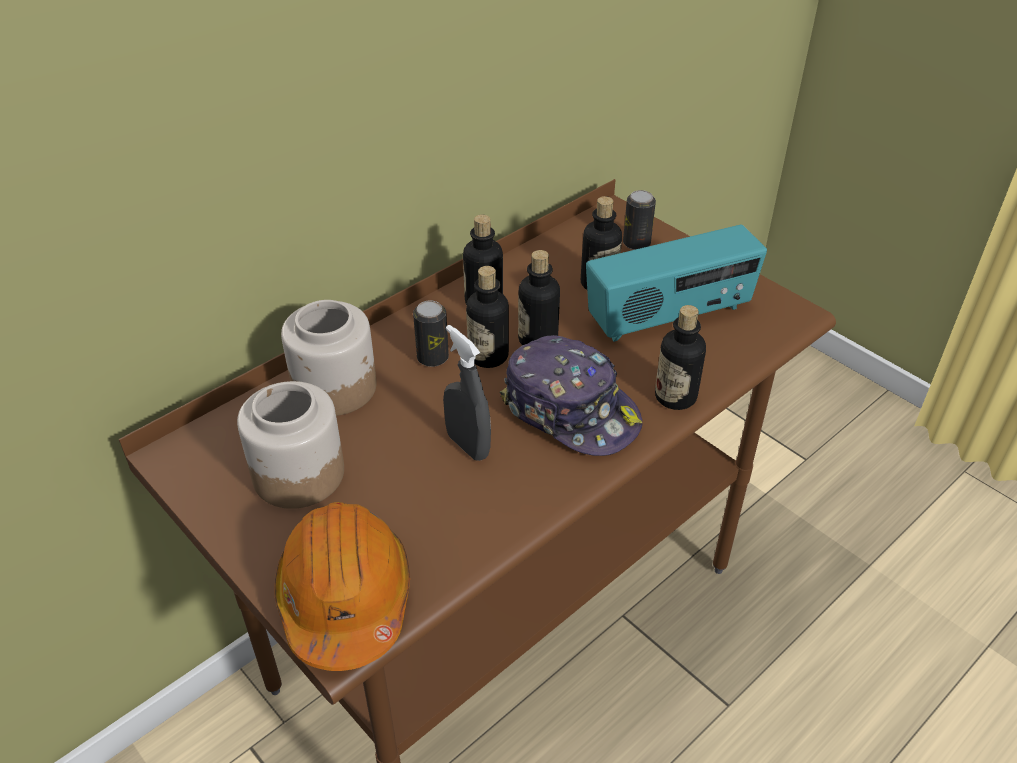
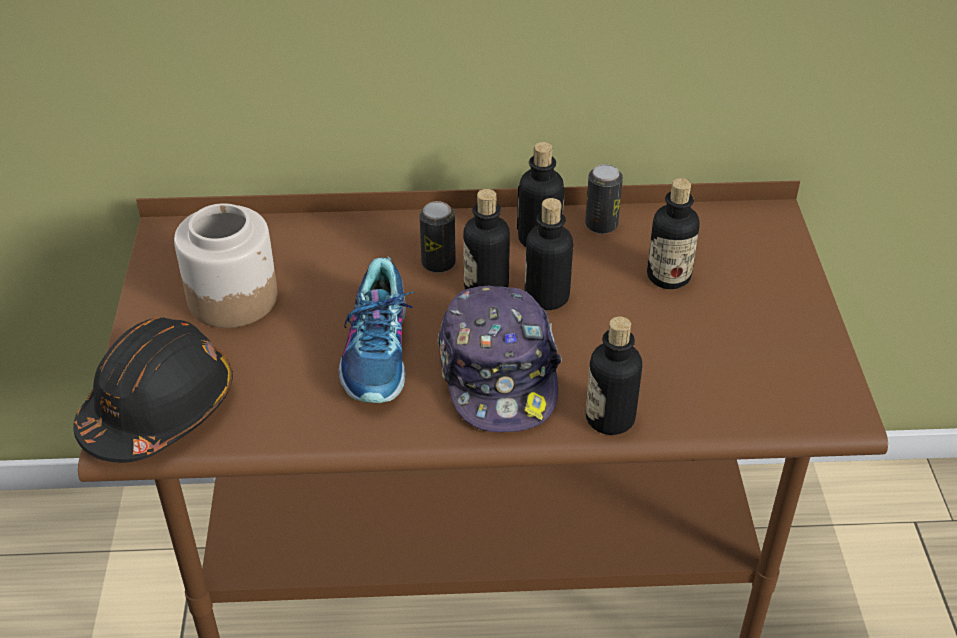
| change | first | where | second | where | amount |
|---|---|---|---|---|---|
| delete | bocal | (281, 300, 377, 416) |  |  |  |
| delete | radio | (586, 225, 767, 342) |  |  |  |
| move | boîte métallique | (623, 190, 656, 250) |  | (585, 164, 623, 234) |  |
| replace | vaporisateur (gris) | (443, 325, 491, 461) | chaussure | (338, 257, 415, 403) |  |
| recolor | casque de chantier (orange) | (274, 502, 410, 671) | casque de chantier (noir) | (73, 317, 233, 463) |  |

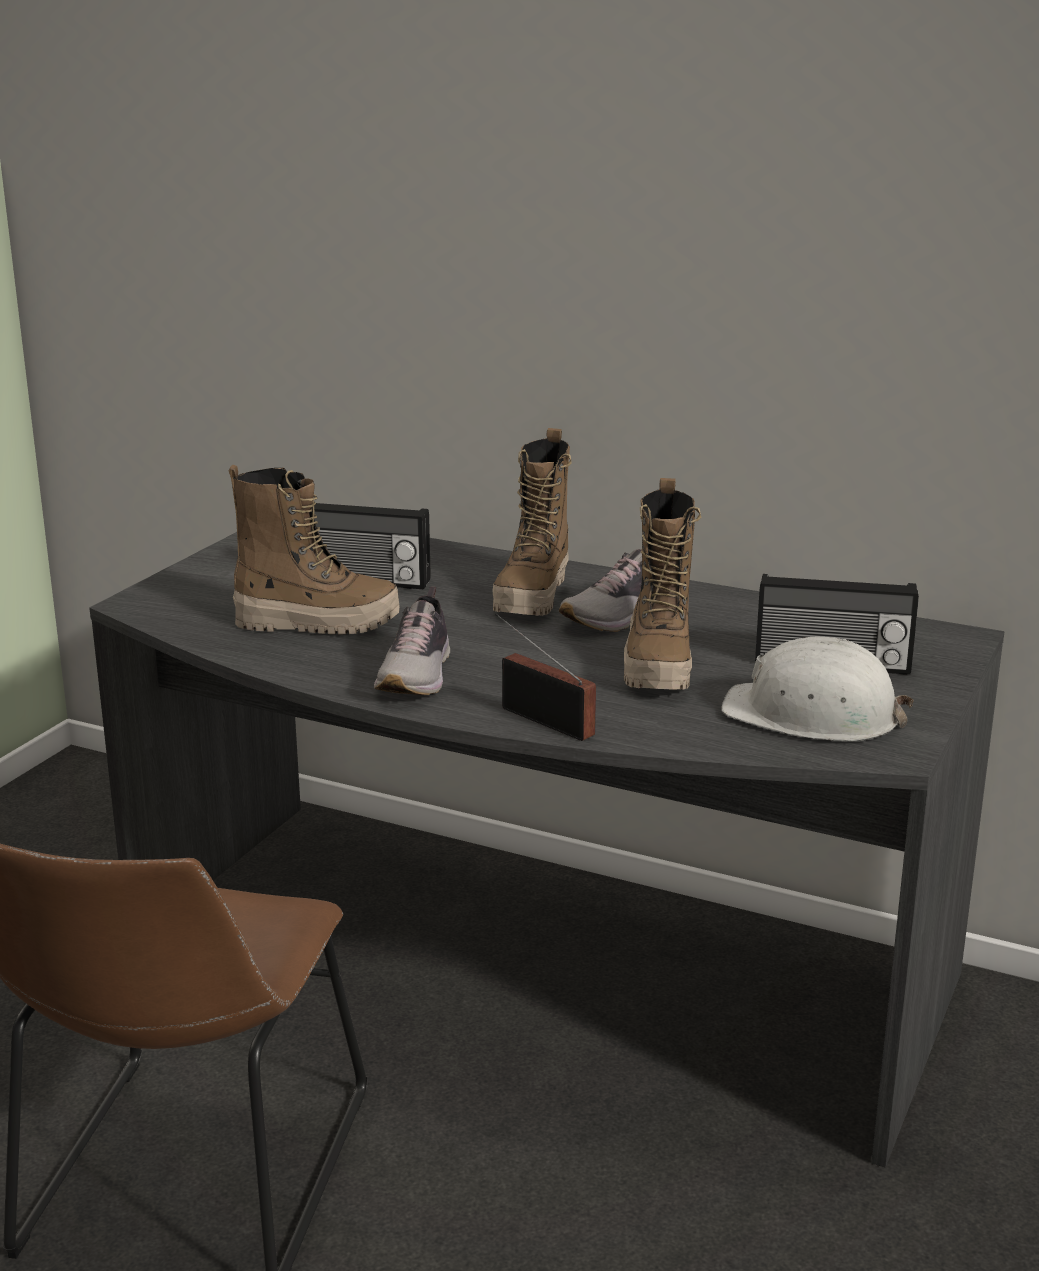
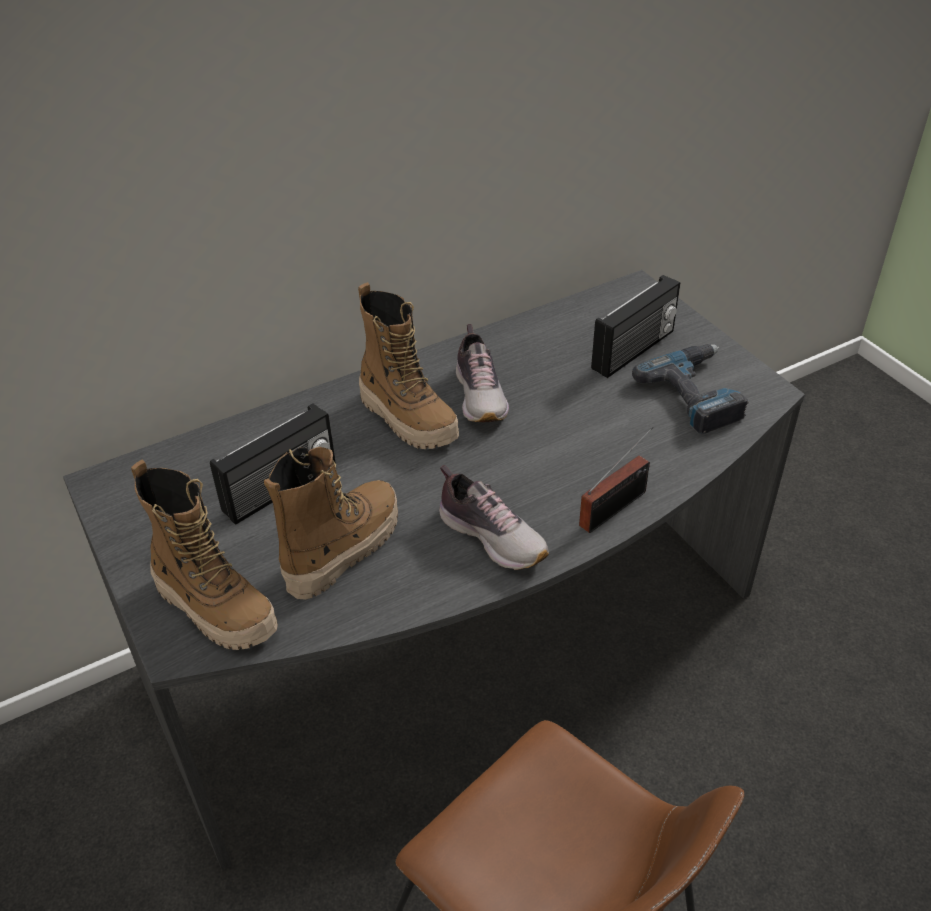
| change | first | where | second | where | amount |
|---|---|---|---|---|---|
| move | botte | (624, 478, 701, 690) |  | (131, 459, 278, 650) |  |
| replace | casque de chantier (blanc) | (721, 636, 915, 742) | perceuse | (632, 344, 749, 434) |  |
| rotate | radio | (495, 613, 596, 741) |  | (579, 427, 653, 533) | 150 degrees clockwise |

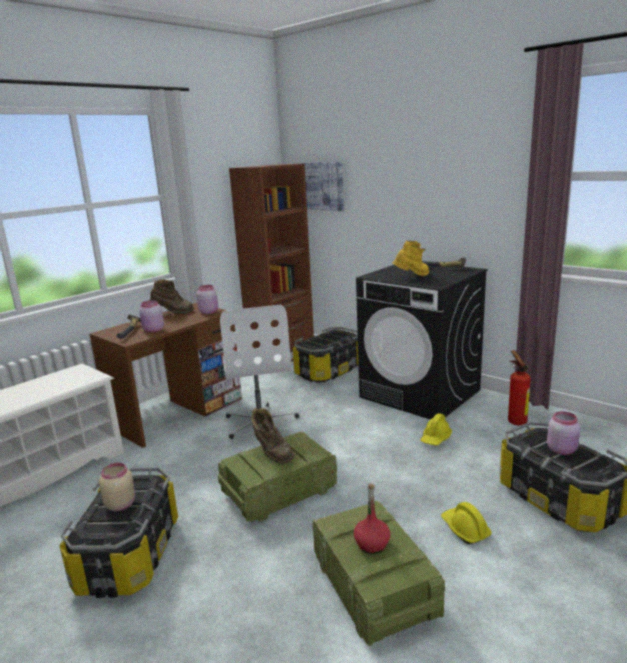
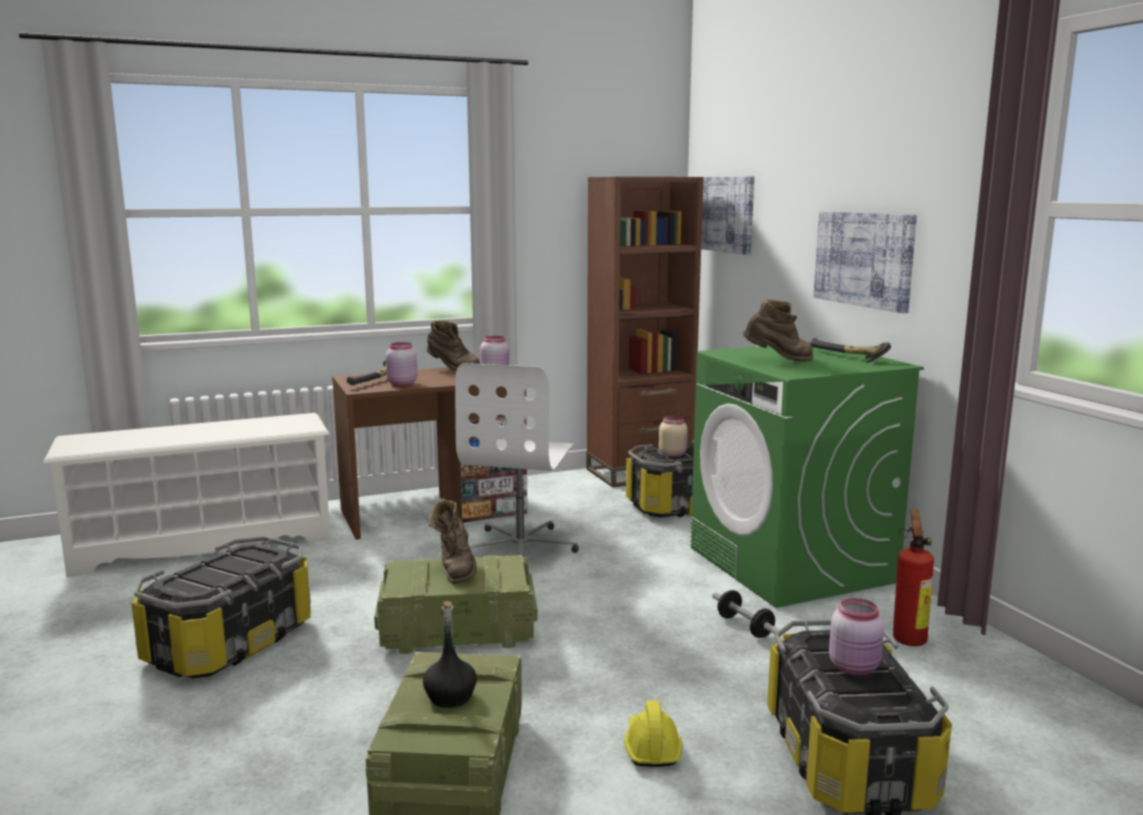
| change | first | where | second | where | amount |
|---|---|---|---|---|---|
| insert |  |  | tableau | (814, 211, 917, 313) |  |
| move | bocal (beige) | (99, 463, 136, 511) |  | (659, 416, 688, 457) |  |
| replace | casque de chantier (jaune) | (420, 413, 452, 445) | haltère | (712, 590, 780, 638) |  |
| recolor | bouteille (rouge) | (354, 484, 390, 554) | bouteille (noir) | (423, 601, 477, 708) |  |
| recolor | lave-linge (noir) | (356, 265, 488, 420) | lave-linge (vert) | (691, 342, 924, 608) |  |
| recolor | botte (jaune) | (393, 241, 429, 276) | botte (marron) | (743, 300, 814, 362) |  |

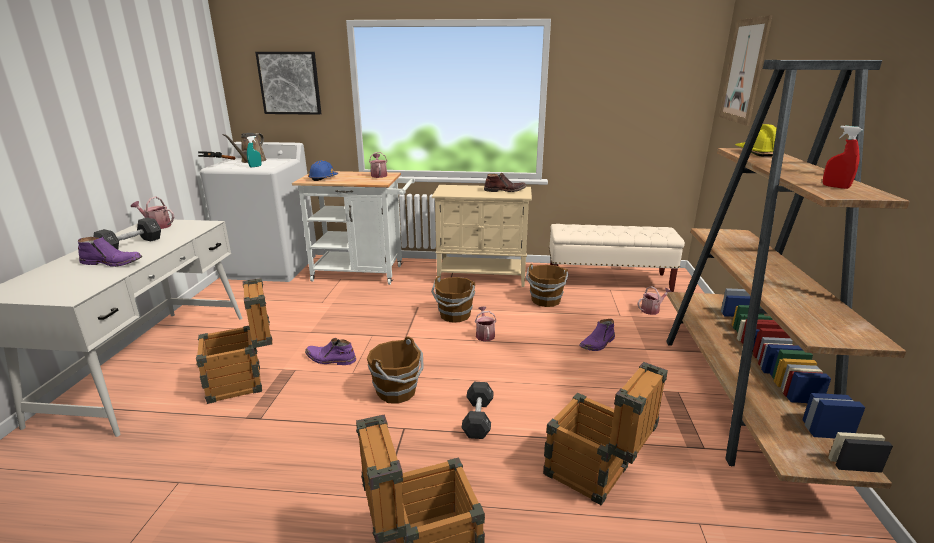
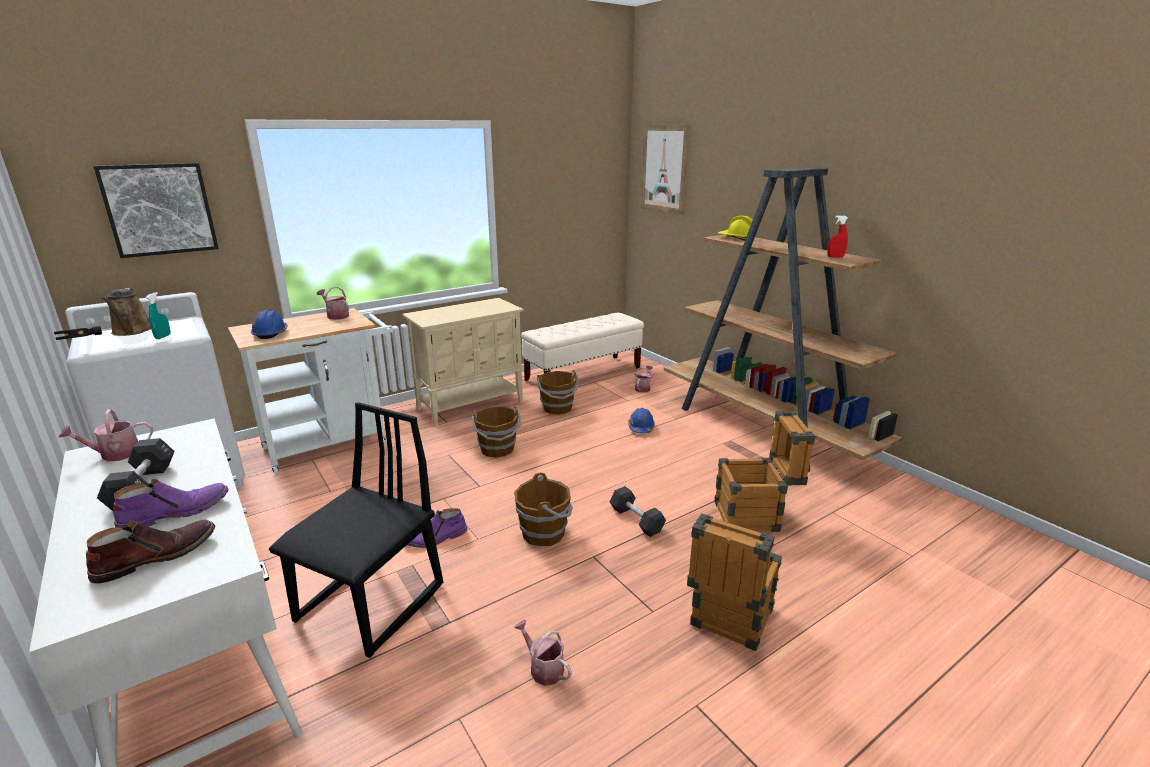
| change | first | where | second | where | amount |
|---|---|---|---|---|---|
| move | arrosoir | (475, 306, 496, 341) |  | (514, 620, 572, 686) |  |
| move | botte (marron) | (484, 173, 527, 192) |  | (86, 520, 215, 583) |  |
| replace | caisse | (196, 278, 272, 404) | chaise (noir) | (269, 402, 443, 658) |  |
| replace | botte (violet) | (579, 319, 615, 351) | casque de chantier (bleu) | (628, 408, 655, 433) |  |

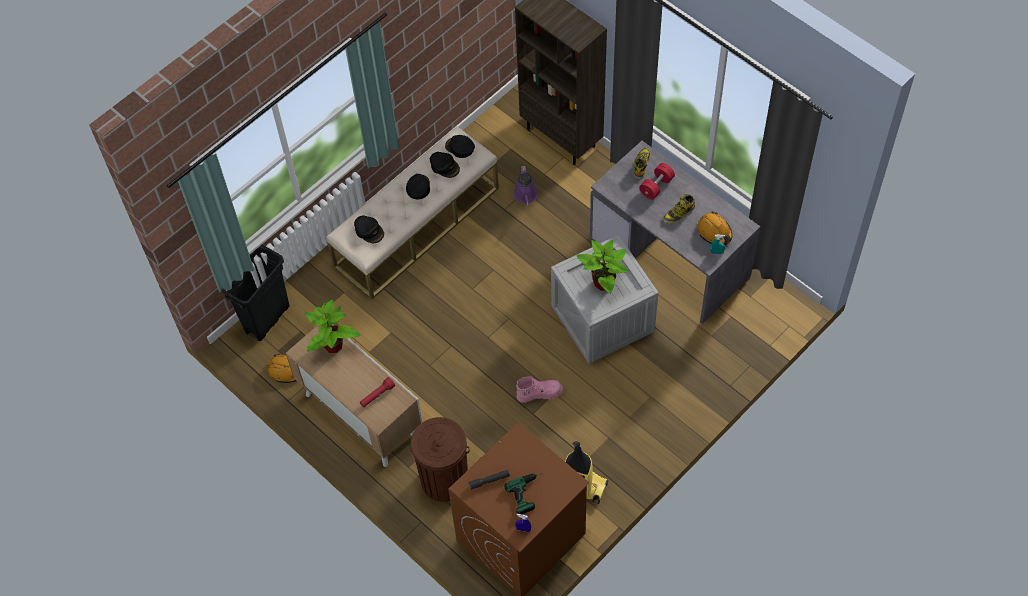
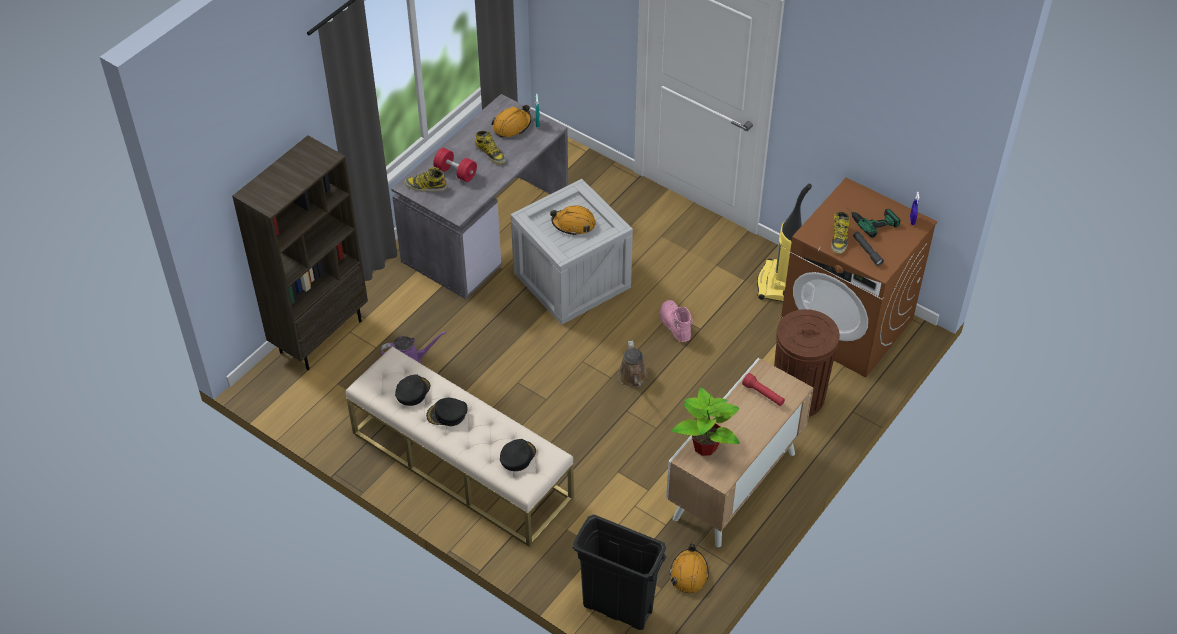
| change | first | where | second | where | amount |
|---|---|---|---|---|---|
| delete | casquette (noir) | (445, 135, 475, 158) |  |  |  |
| insert |  |  | arrosoir (marron) | (618, 340, 648, 388) |  |
| insert |  |  | botte | (831, 212, 850, 254) |  |
| replace | plante en pot | (576, 240, 629, 294) | casque de chantier (orange) | (550, 205, 596, 236) |  |

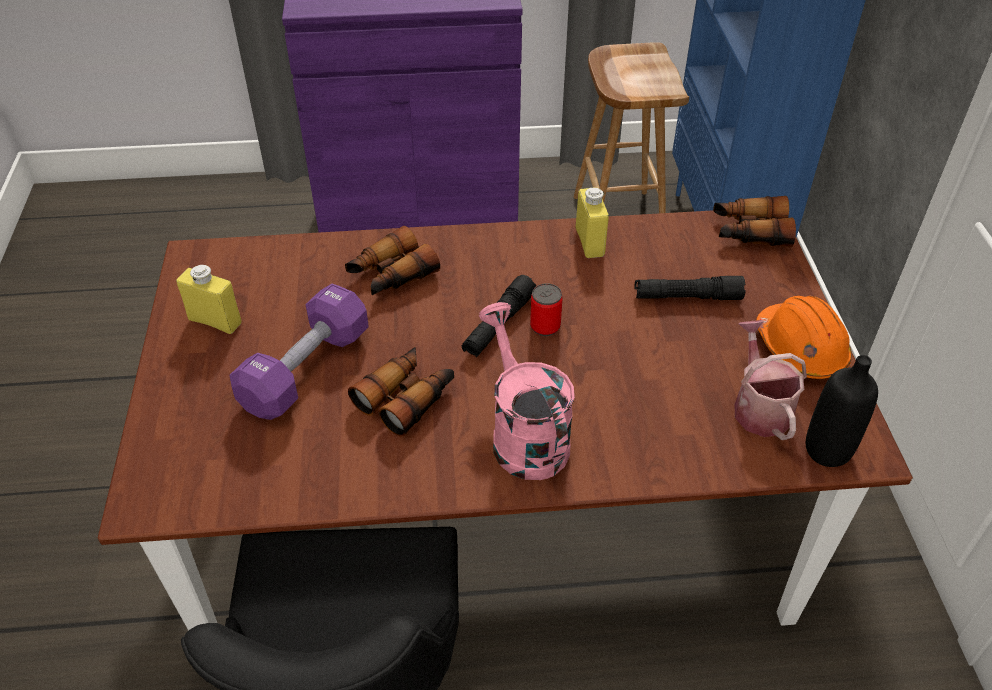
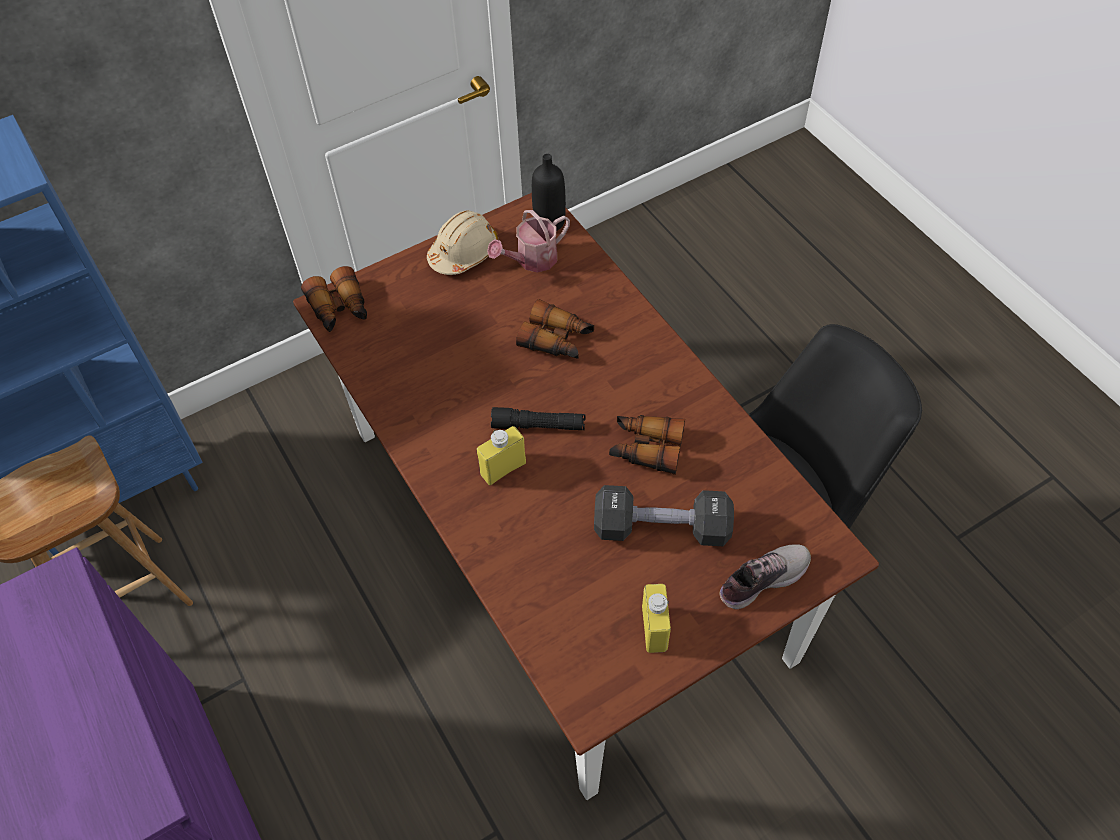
| change | first | where | second | where | amount |
|---|---|---|---|---|---|
| delete | arrosoir (rose) | (479, 302, 575, 480) |  |  |  |
| delete | boîte métallique | (530, 283, 562, 336) |  |  |  |
| delete | lampe de poche (noir) | (634, 276, 745, 300) |  |  |  |
| insert |  |  | chaussure | (719, 544, 811, 609) |  |
| move | jumelles | (345, 226, 440, 295) |  | (516, 299, 594, 359) |  |
| move | bouteille (jaune) | (575, 187, 609, 258) |  | (477, 426, 526, 485) |  |
| recolor | haltère (violet) | (230, 284, 369, 420) | haltère (noir) | (594, 485, 734, 546) |  |
| recolor | casque de chantier (orange) | (756, 296, 852, 379) | casque de chantier (beige) | (427, 210, 498, 275) |  |

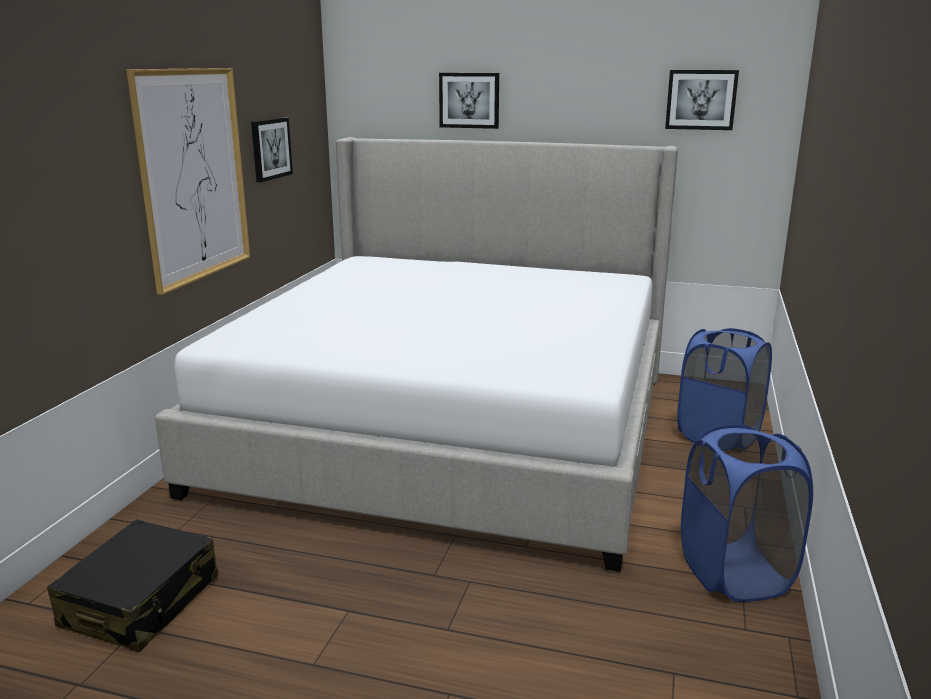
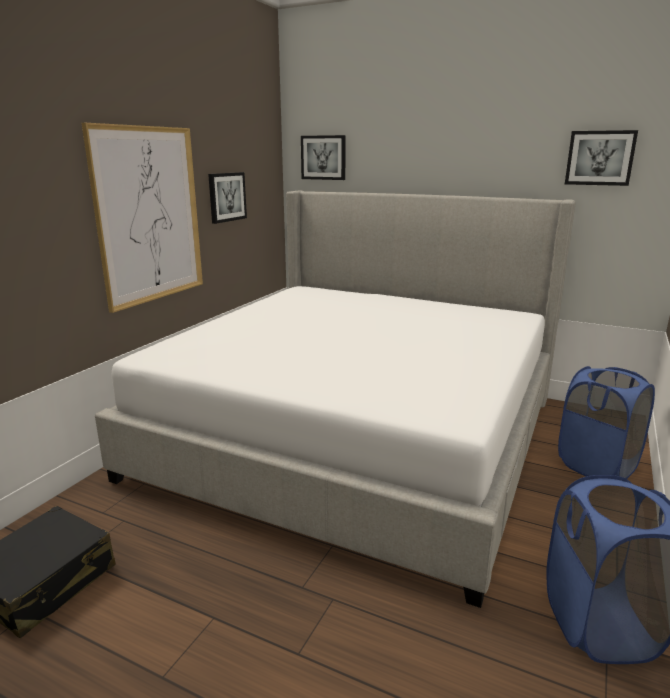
| change | first | where | second | where | amount |
|---|---|---|---|---|---|
| move | tableau | (439, 73, 499, 129) |  | (301, 135, 346, 180) |  |

